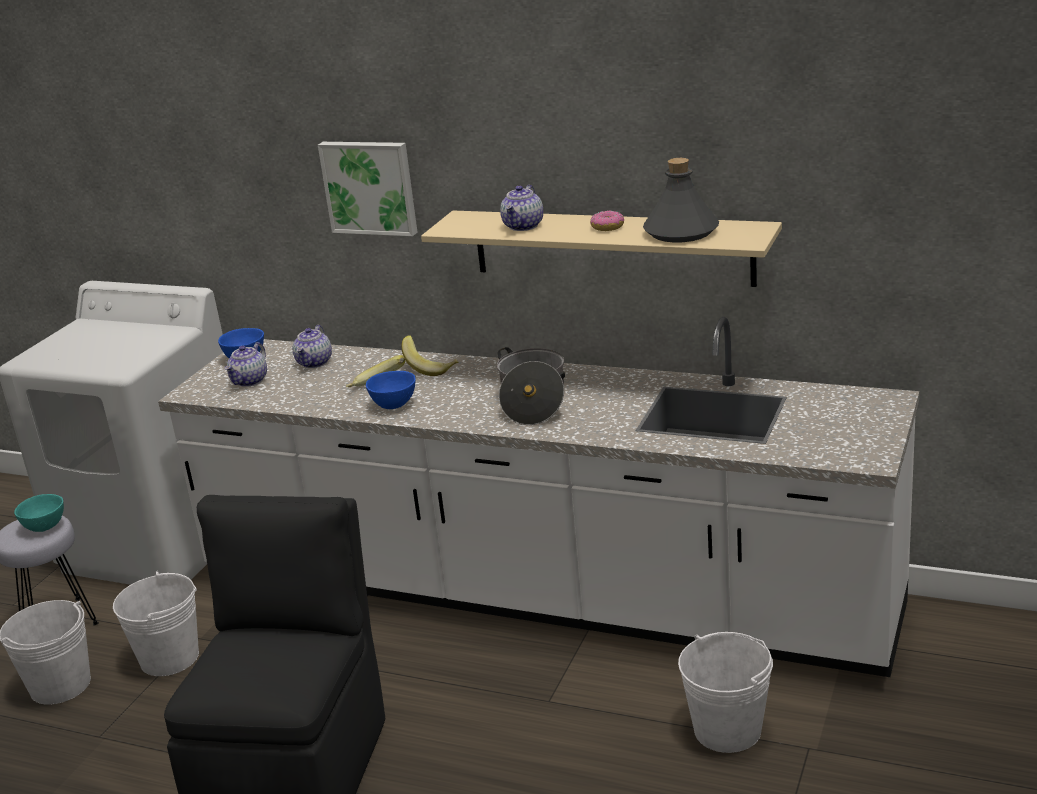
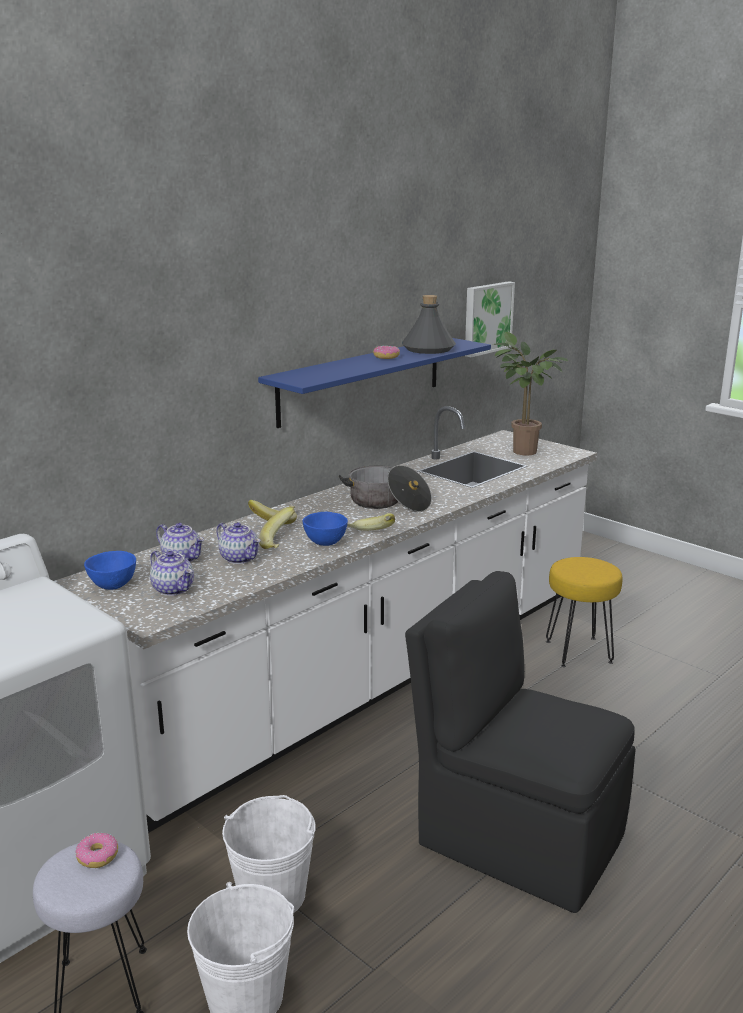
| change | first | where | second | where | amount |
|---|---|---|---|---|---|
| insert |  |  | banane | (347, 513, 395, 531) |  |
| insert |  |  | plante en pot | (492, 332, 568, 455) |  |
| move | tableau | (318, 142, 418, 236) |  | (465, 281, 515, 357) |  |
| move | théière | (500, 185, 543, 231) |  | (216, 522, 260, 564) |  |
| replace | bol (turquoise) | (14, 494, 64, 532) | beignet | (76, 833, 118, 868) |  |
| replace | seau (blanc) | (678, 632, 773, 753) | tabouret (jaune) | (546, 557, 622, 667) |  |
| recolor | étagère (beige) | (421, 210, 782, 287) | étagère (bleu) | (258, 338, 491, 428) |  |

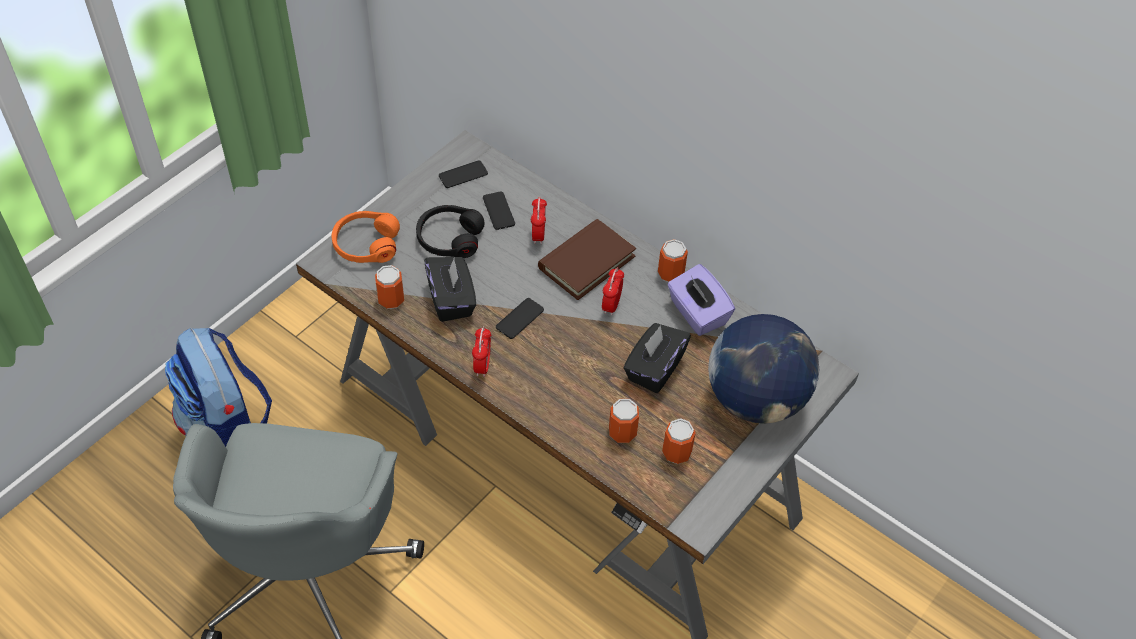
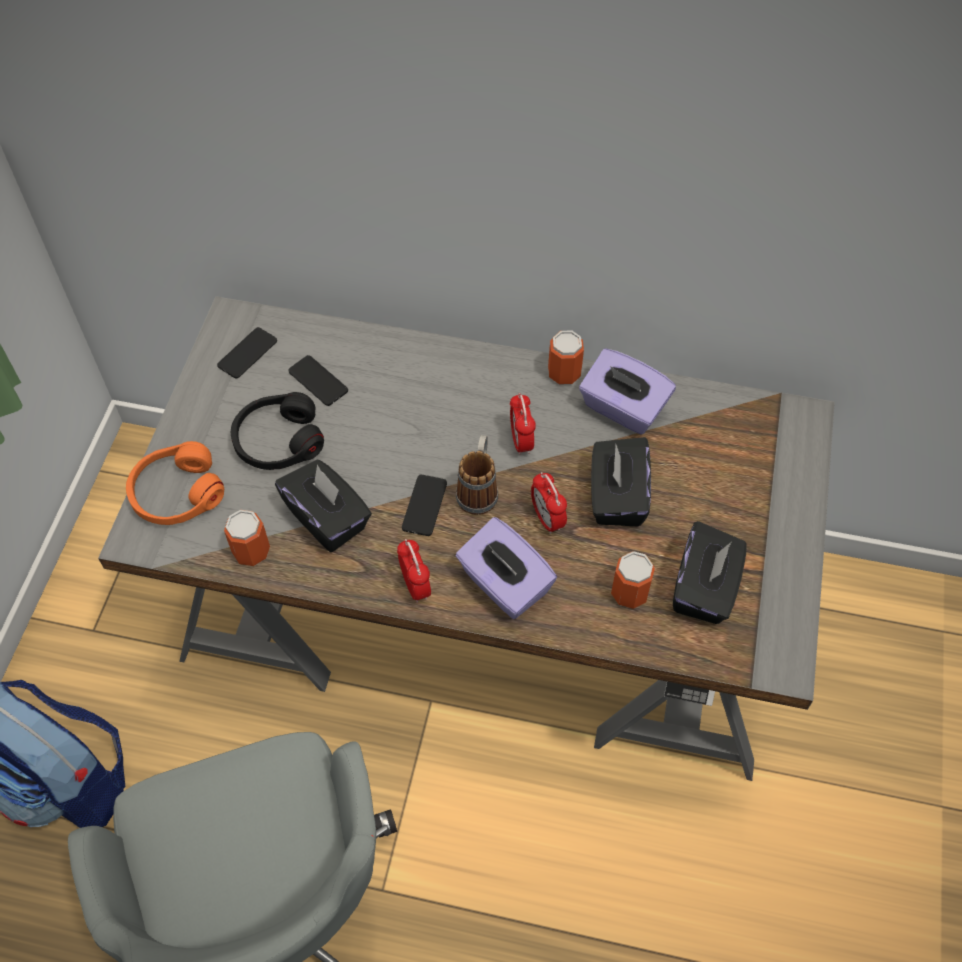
| change | first | where | second | where | amount |
|---|---|---|---|---|---|
| delete | livre (marron) | (538, 219, 636, 300) |  |  |  |
| delete | globe | (708, 314, 819, 424) |  |  |  |
| insert |  |  | mug | (456, 435, 498, 515) |  |
| insert |  |  | boîte à mouchoirs (violet) | (456, 517, 557, 619) |  |
| move | réveil | (531, 197, 547, 244) |  | (531, 472, 567, 534) |  |
| replace | boîte métallique | (662, 418, 696, 464) | boîte à mouchoirs (noir) | (673, 521, 747, 624) |  |

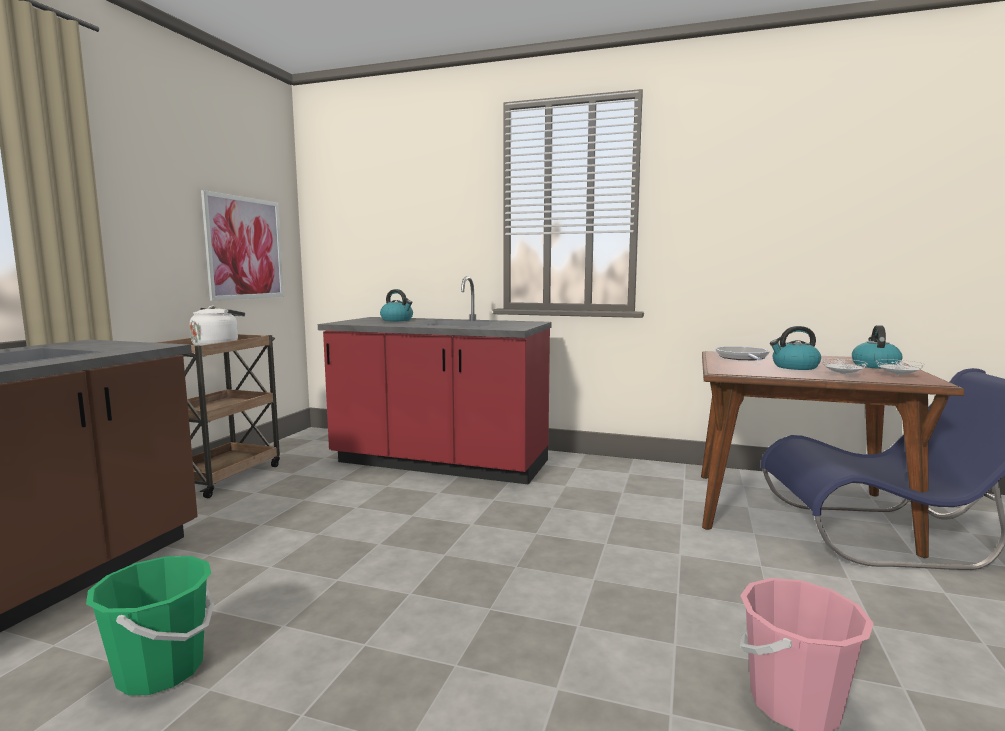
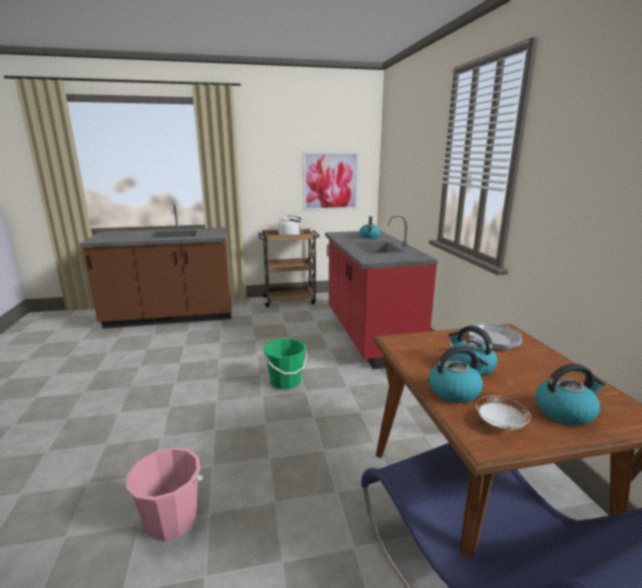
| change | first | where | second | where | amount |
|---|---|---|---|---|---|
| move | seau (vert) | (86, 556, 214, 695) |  | (263, 339, 307, 389) |  |
| replace | assiette (blanc) | (821, 359, 868, 375) | bouilloire | (429, 346, 488, 403) |  |

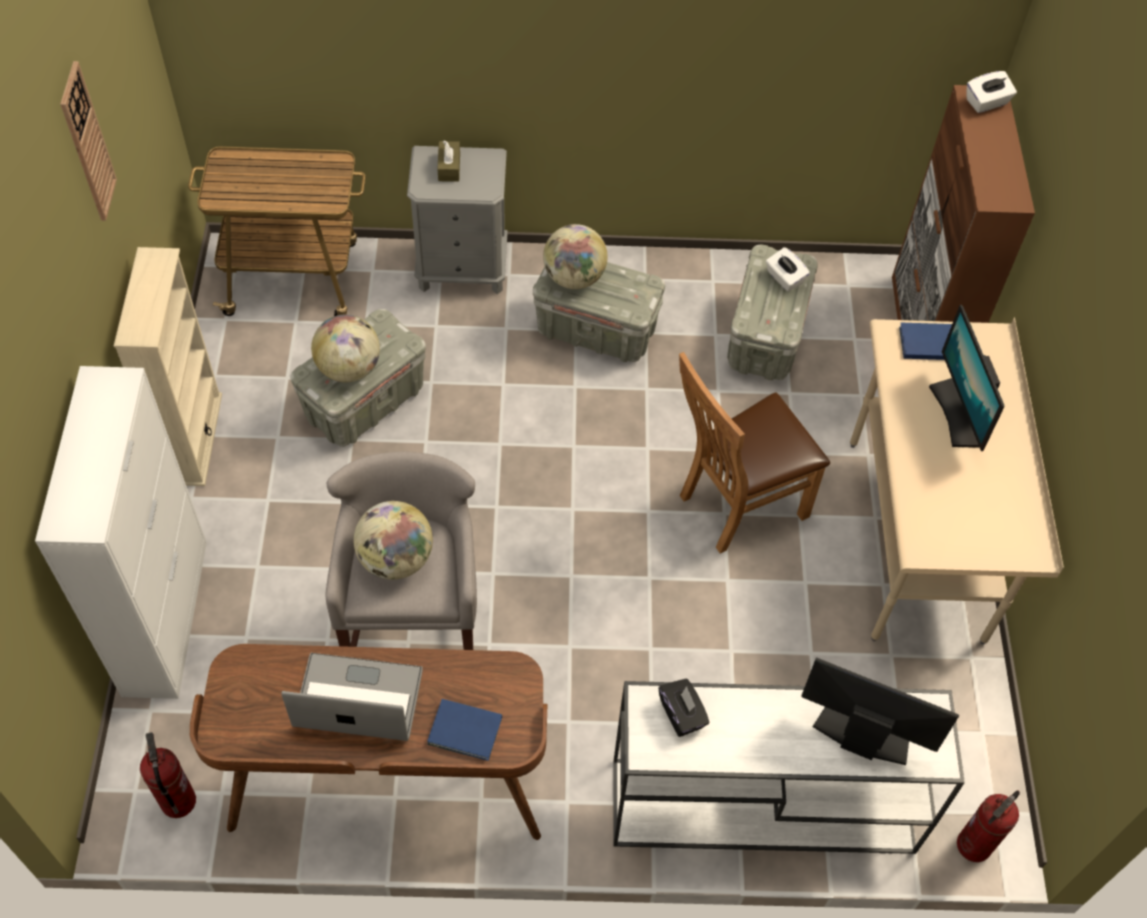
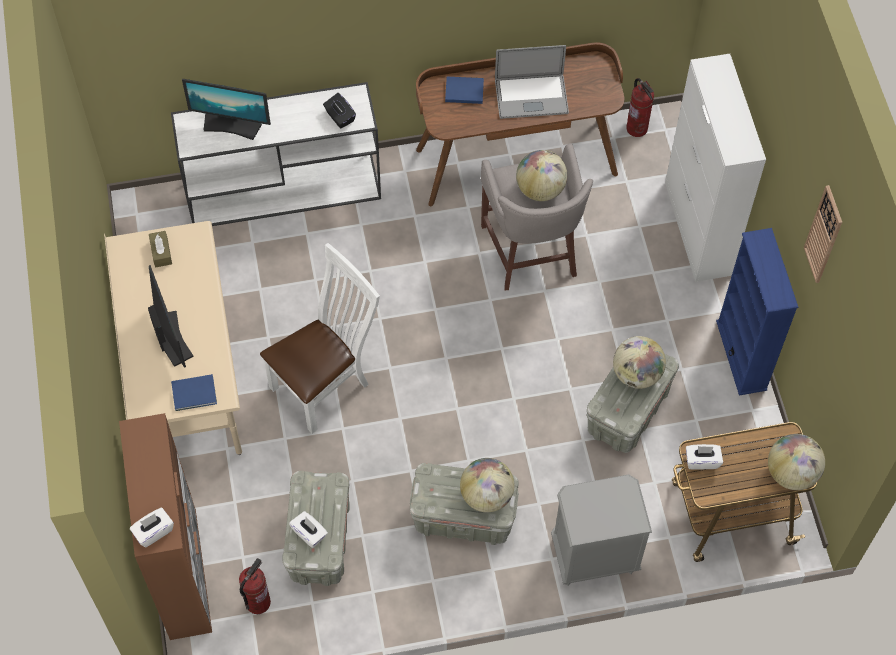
| change | first | where | second | where | amount |
|---|---|---|---|---|---|
| insert |  |  | boîte à mouchoirs (blanc) | (686, 444, 723, 470) |  |
| insert |  |  | globe | (768, 434, 825, 490) |  |
| move | boîte à mouchoirs (marron) | (438, 140, 460, 181) |  | (149, 231, 172, 268) |  |
| move | extincteur | (957, 790, 1020, 862) |  | (239, 558, 271, 614) |  |
| recolor | bibliothèque (beige) | (114, 247, 222, 486) | bibliothèque (bleu) | (716, 228, 798, 396) |  |
| recolor | chaise (marron) | (679, 352, 830, 553) | chaise (blanc) | (260, 243, 380, 434) |  |

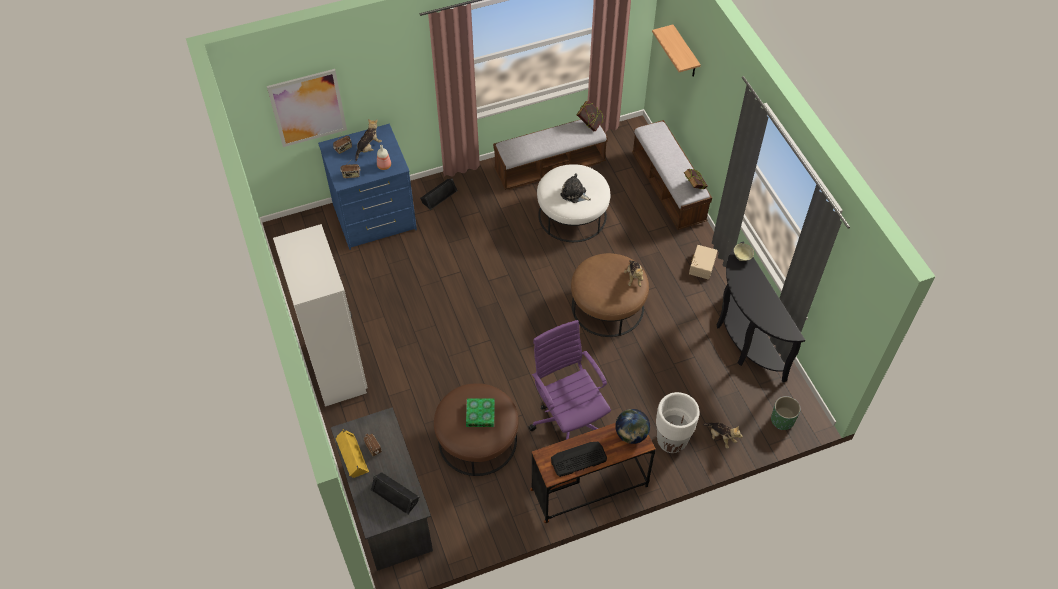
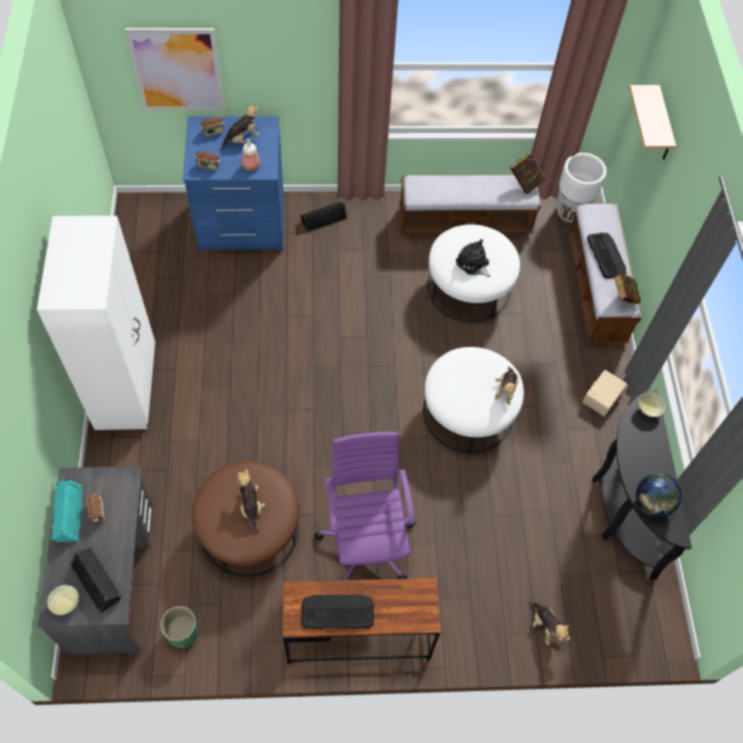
| change | first | where | second | where | amount |
|---|---|---|---|---|---|
| insert |  |  | bol (beige) | (47, 585, 79, 615) |  |
| insert |  |  | clavier | (587, 233, 627, 279) |  |
| move | globe | (615, 409, 650, 444) |  | (636, 473, 682, 518) |  |
| move | cache-pot (blanc) | (656, 392, 699, 453) |  | (557, 153, 607, 223) |  |
| move | cache-pot (vert) | (771, 396, 800, 430) |  | (161, 606, 198, 648) |  |
| replace | livre | (466, 398, 495, 427) | peluche | (237, 469, 265, 533) |  |
| recolor | enceinte (jaune) | (335, 429, 369, 478) | enceinte (turquoise) | (51, 478, 83, 542) |  |
| recolor | pouf (marron) | (571, 253, 649, 337) | pouf (blanc) | (423, 347, 524, 454) |  |

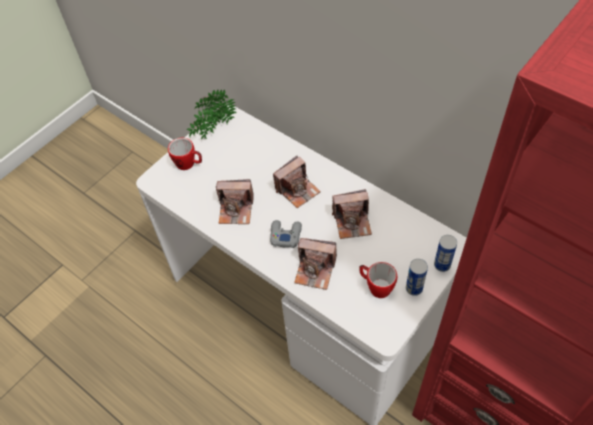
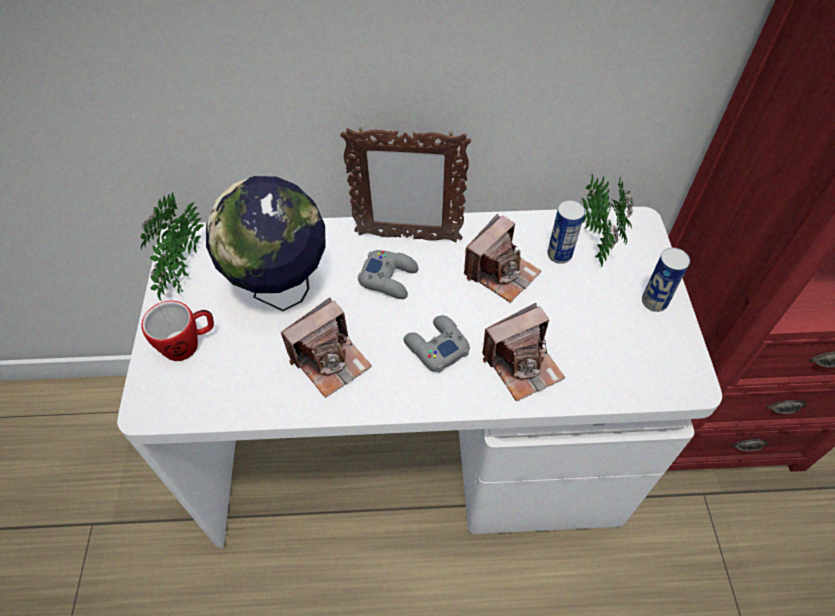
| change | first | where | second | where | amount |
|---|---|---|---|---|---|
| delete | mug | (359, 262, 397, 298) |  |  |  |
| insert |  |  | globe | (206, 176, 326, 311) |  |
| insert |  |  | cadre photo | (340, 127, 471, 242) |  |
| insert |  |  | plante en pot | (582, 174, 634, 267) |  |
| move | boîte métallique | (434, 235, 457, 272) |  | (547, 200, 585, 264) |  |
| replace | appareil photo | (273, 156, 321, 208) | manette (gris) | (358, 250, 418, 299) |  |

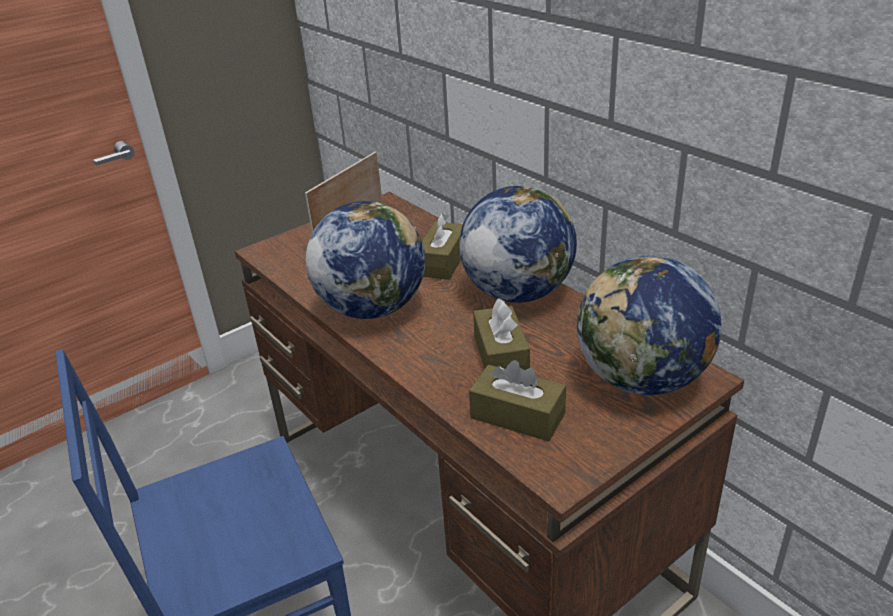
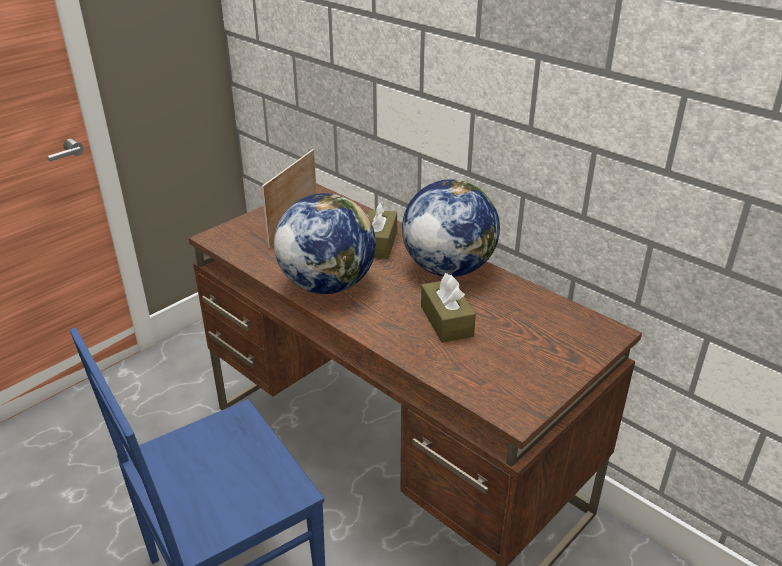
| change | first | where | second | where | amount |
|---|---|---|---|---|---|
| delete | boîte à mouchoirs (marron) | (469, 360, 566, 442) |  |  |  |
| delete | globe | (577, 256, 722, 395) |  |  |  |

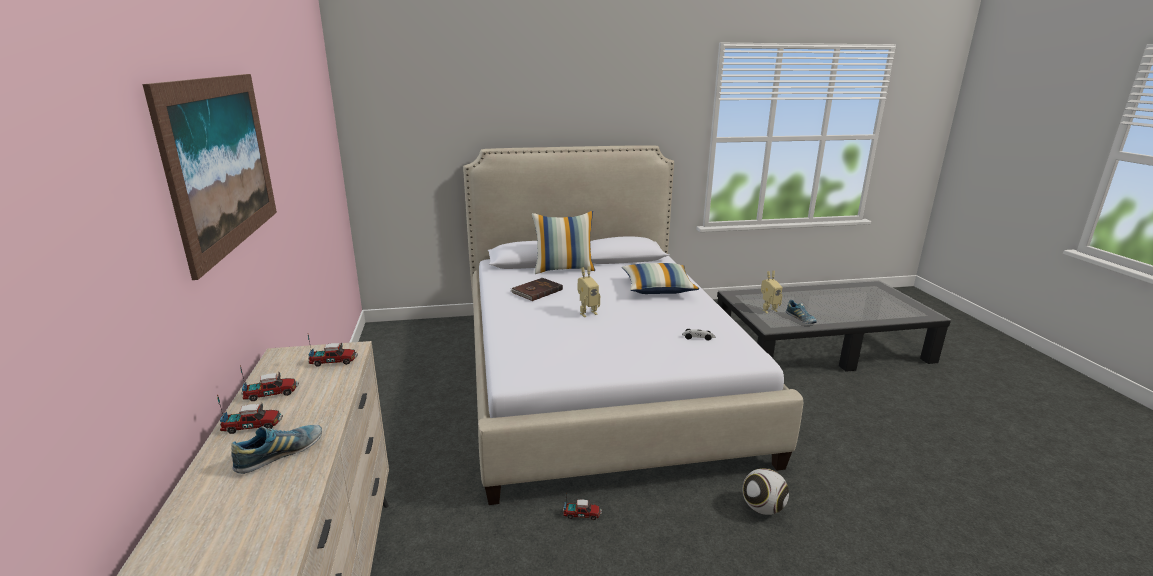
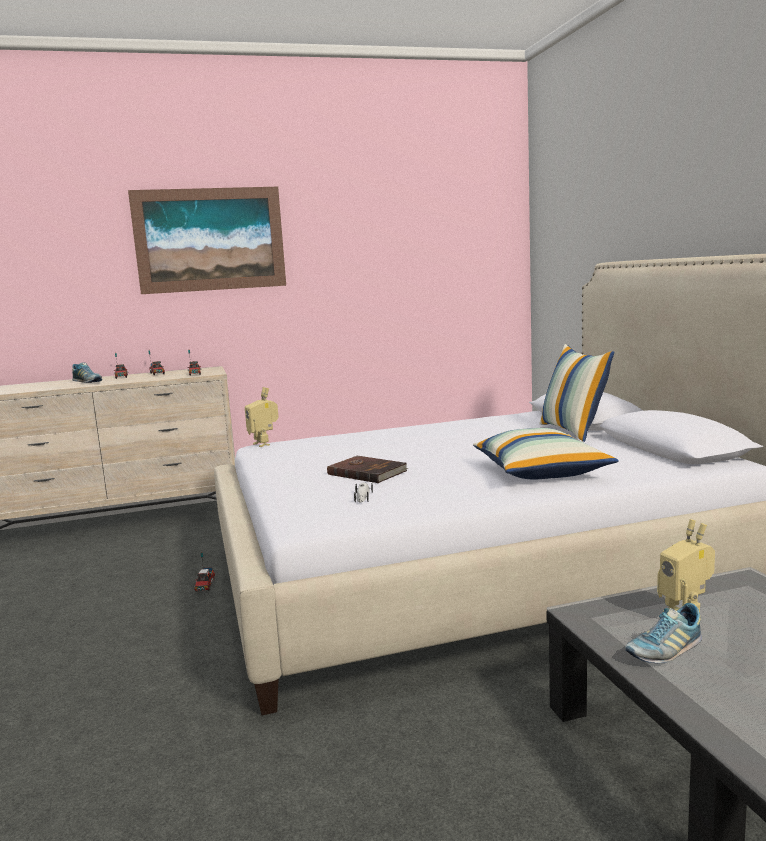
| change | first | where | second | where | amount |
|---|---|---|---|---|---|
| delete | ballon de foot | (743, 468, 789, 515) |  |  |  |
| move | livre (marron) | (511, 278, 563, 301) |  | (327, 456, 408, 483) |  |
| move | robot jouet | (578, 267, 600, 317) |  | (245, 387, 279, 447) |  |

